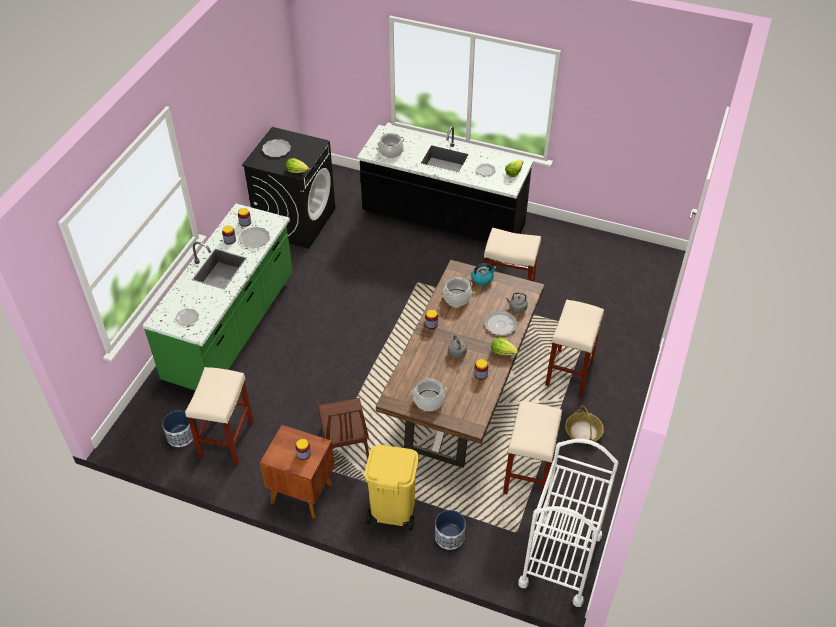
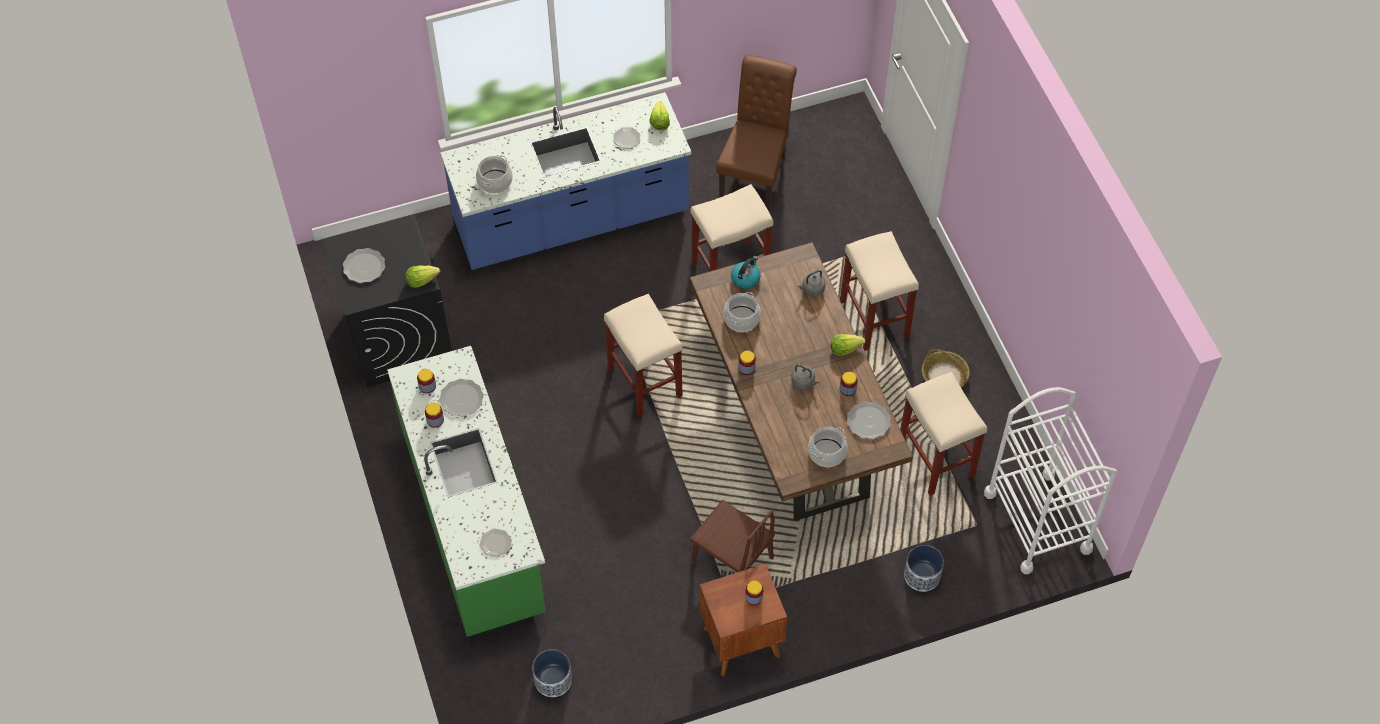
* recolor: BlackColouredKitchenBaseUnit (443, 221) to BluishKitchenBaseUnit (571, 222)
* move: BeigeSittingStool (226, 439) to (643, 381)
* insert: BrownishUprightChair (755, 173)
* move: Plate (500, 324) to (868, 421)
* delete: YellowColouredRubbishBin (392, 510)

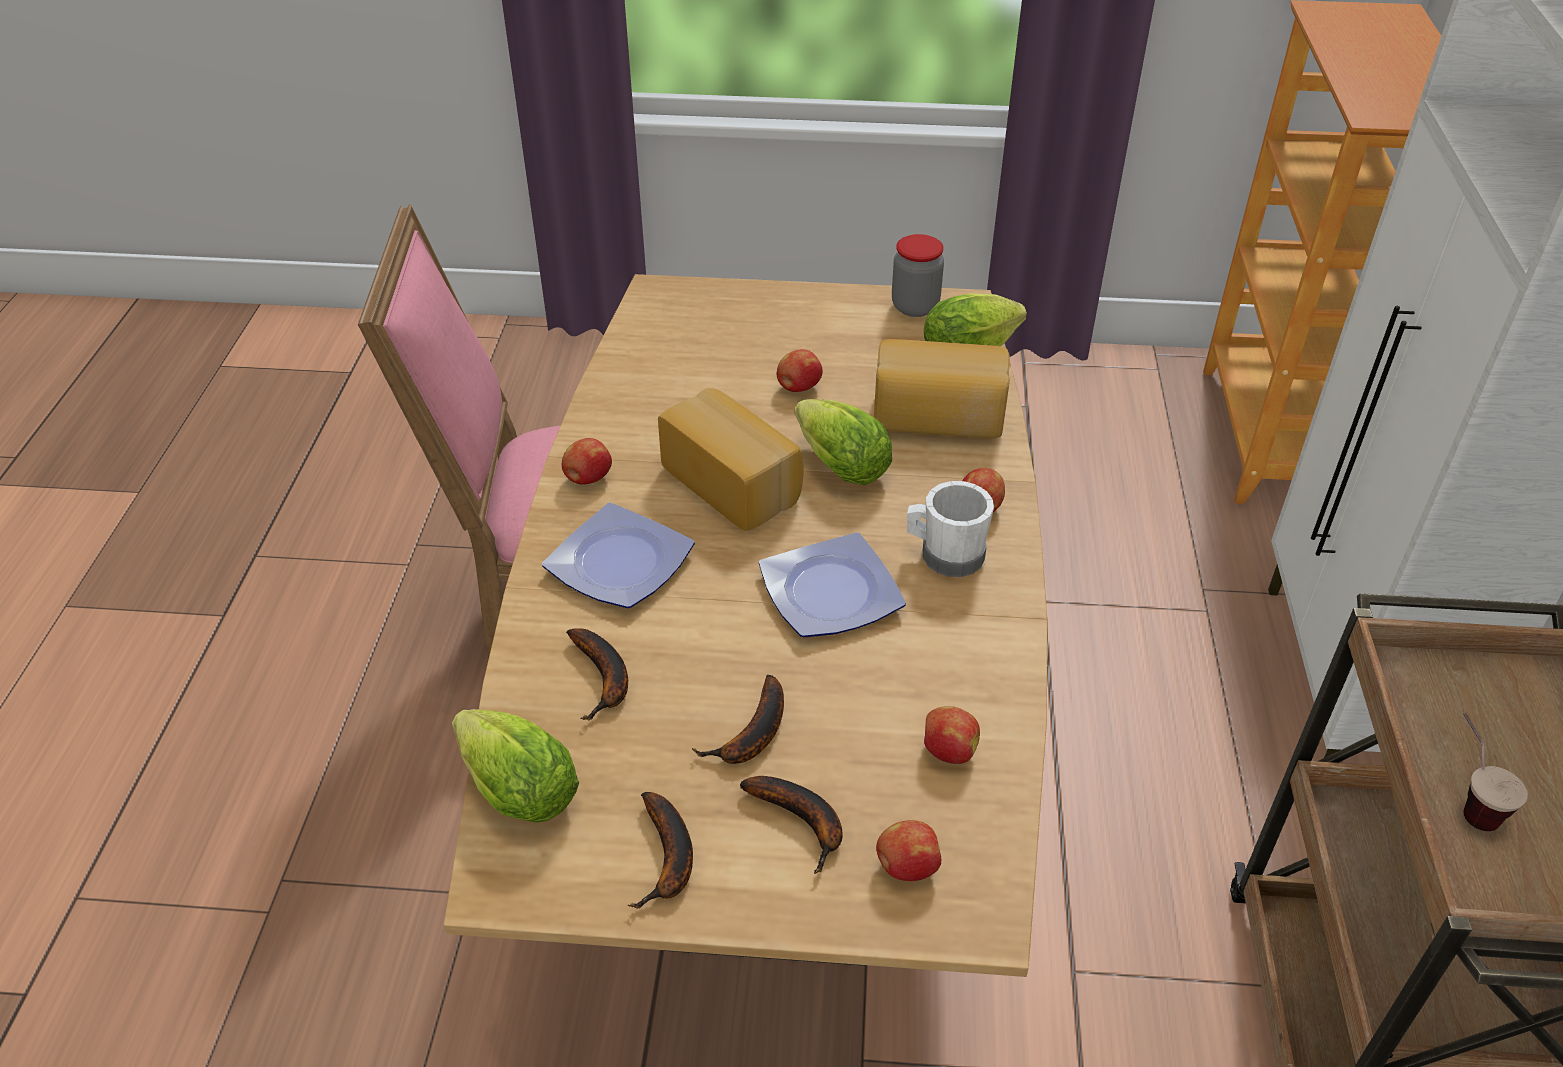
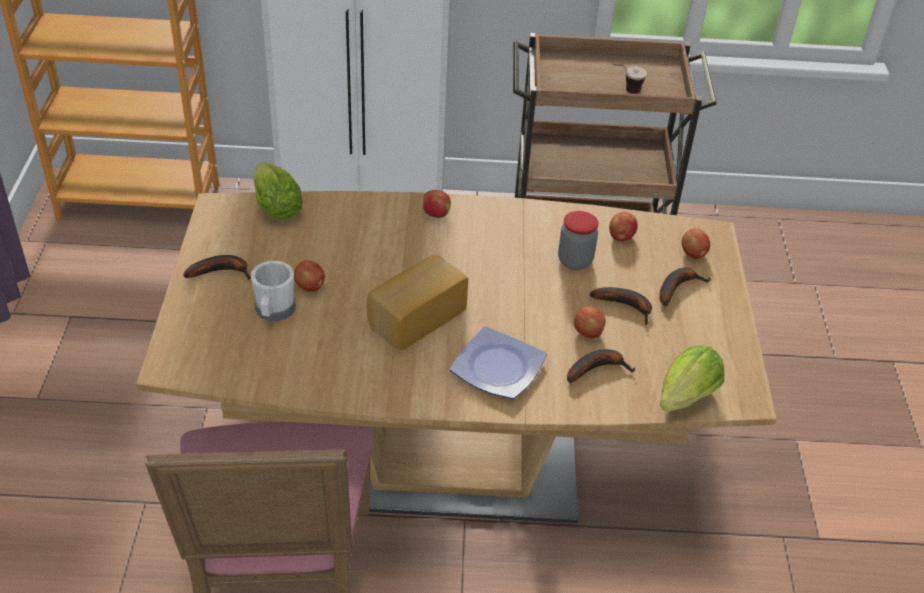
* move: Banana (668, 859) to (222, 271)
* move: WhiteMug (945, 555) to (274, 312)
* move: PreserveJar (915, 306) to (575, 261)
* move: AppleFruit (587, 478) to (588, 333)
* delete: Plate (832, 591)
* delete: LettuceHead (836, 464)
* delete: BakeryBread (938, 419)

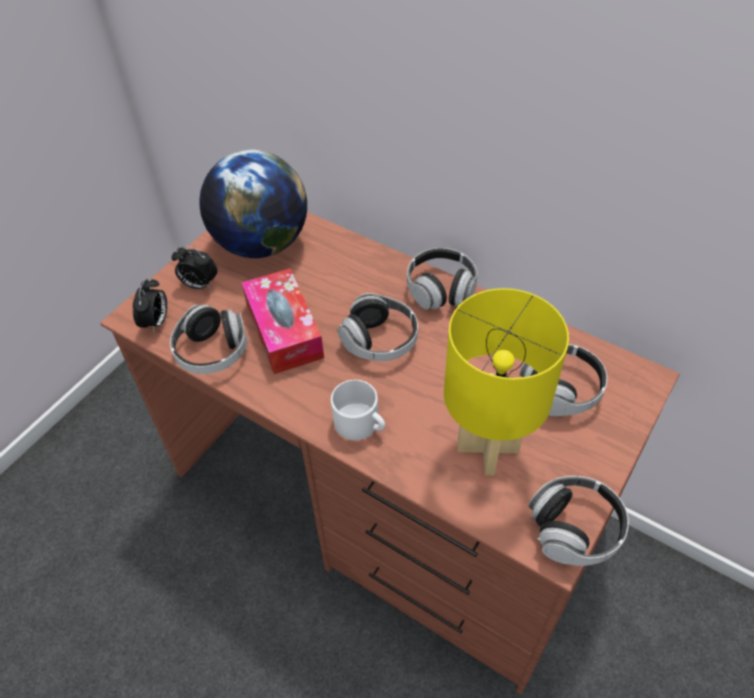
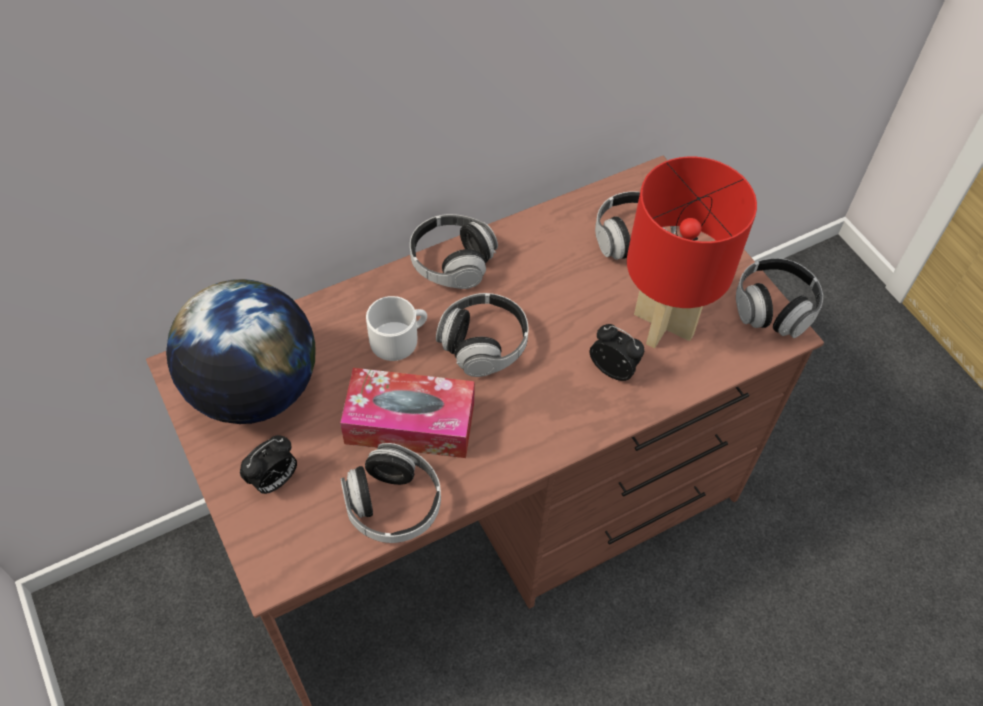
* move: WhiteMug (361, 424) to (399, 338)
* move: AlarmClock (156, 322) to (614, 369)
* recolor: YellowColouredTableLamp (486, 449) to RedColouredTableLamp (663, 325)

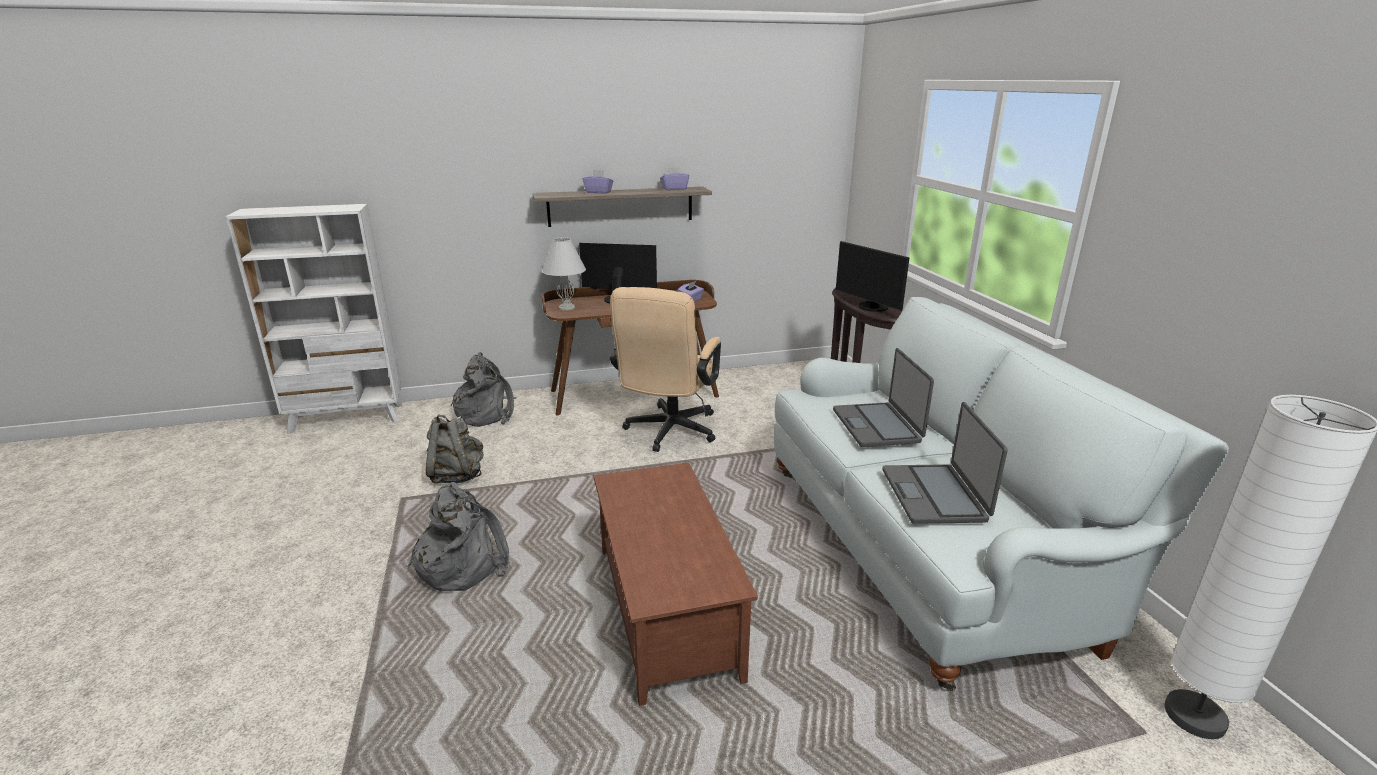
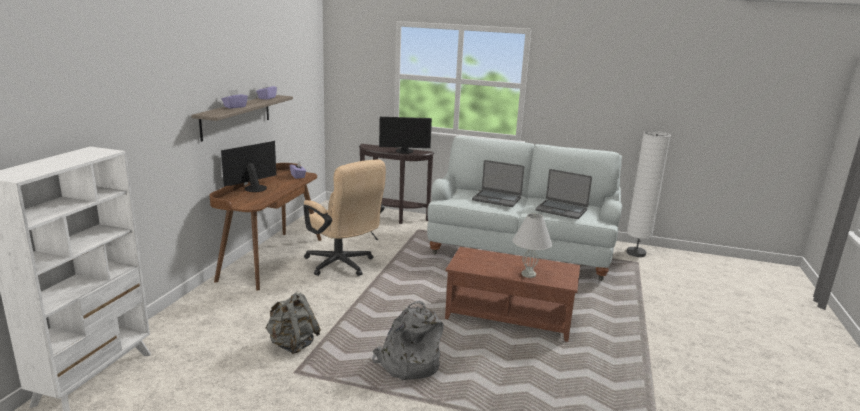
* move: WhiteTableLamp (567, 308) to (528, 274)
* delete: GreyKnapsack (487, 413)

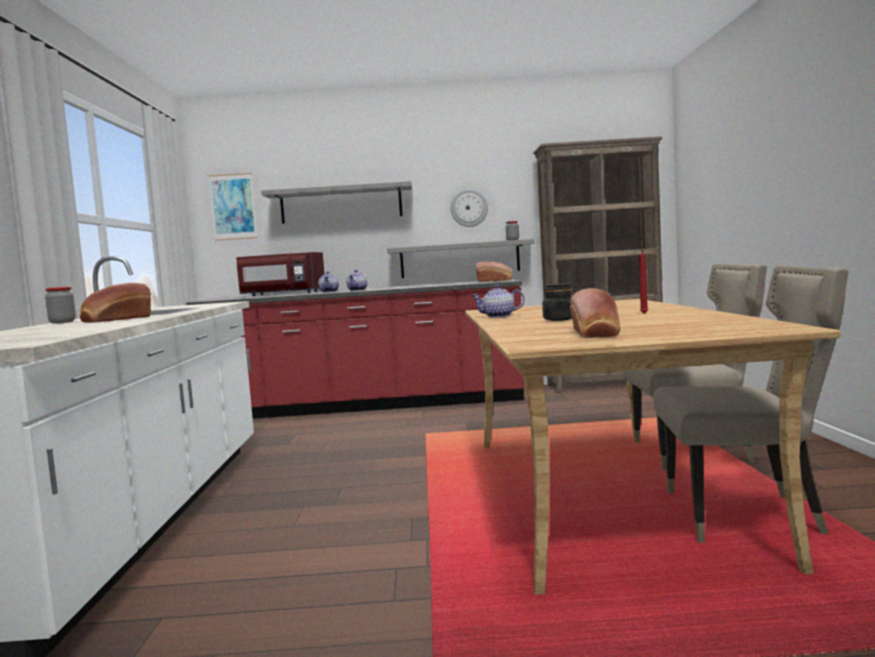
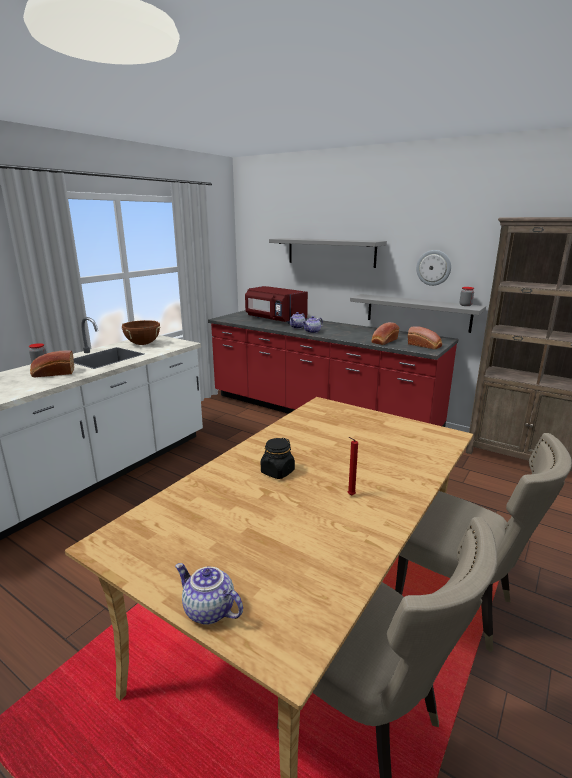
* insert: BrownishStockpot (143, 344)
* move: Teapot (498, 316) to (208, 611)
* move: BakeryBread (595, 333) to (384, 341)
* delete: Picture (233, 207)

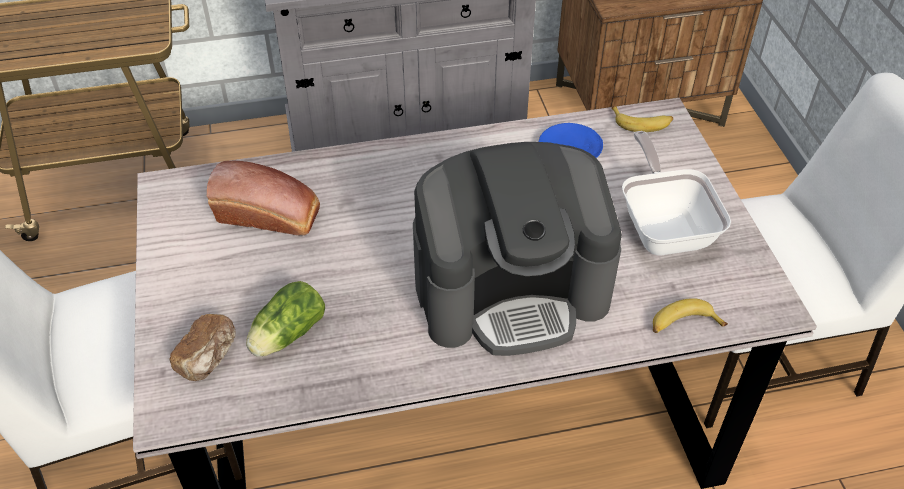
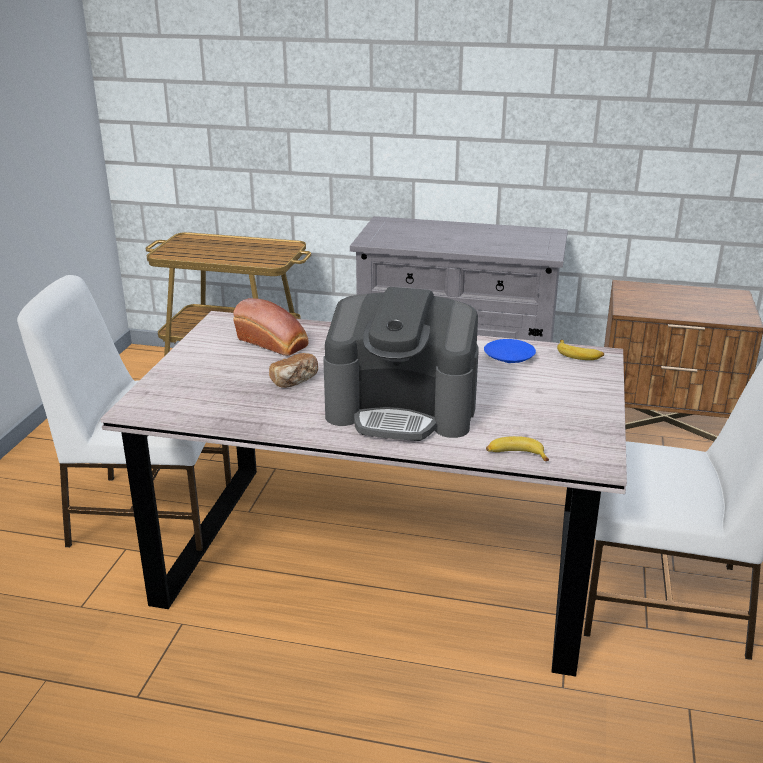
* move: BakeryBread (209, 358) to (295, 381)
* delete: LettuceHead (285, 335)
* delete: FryingPan (664, 227)

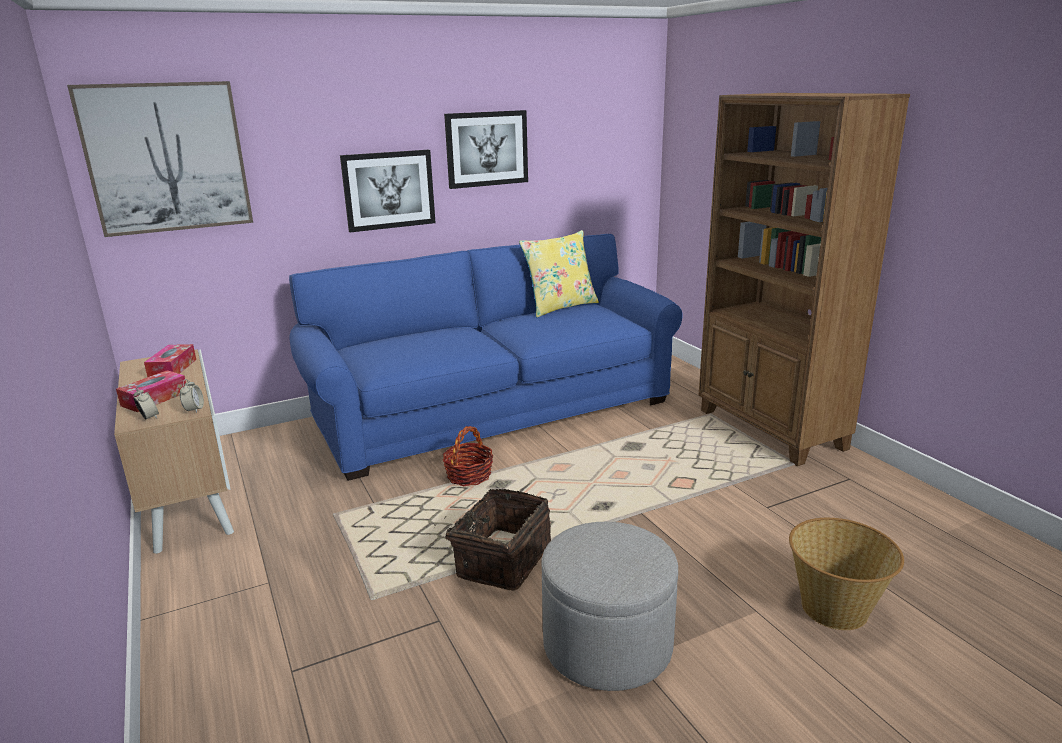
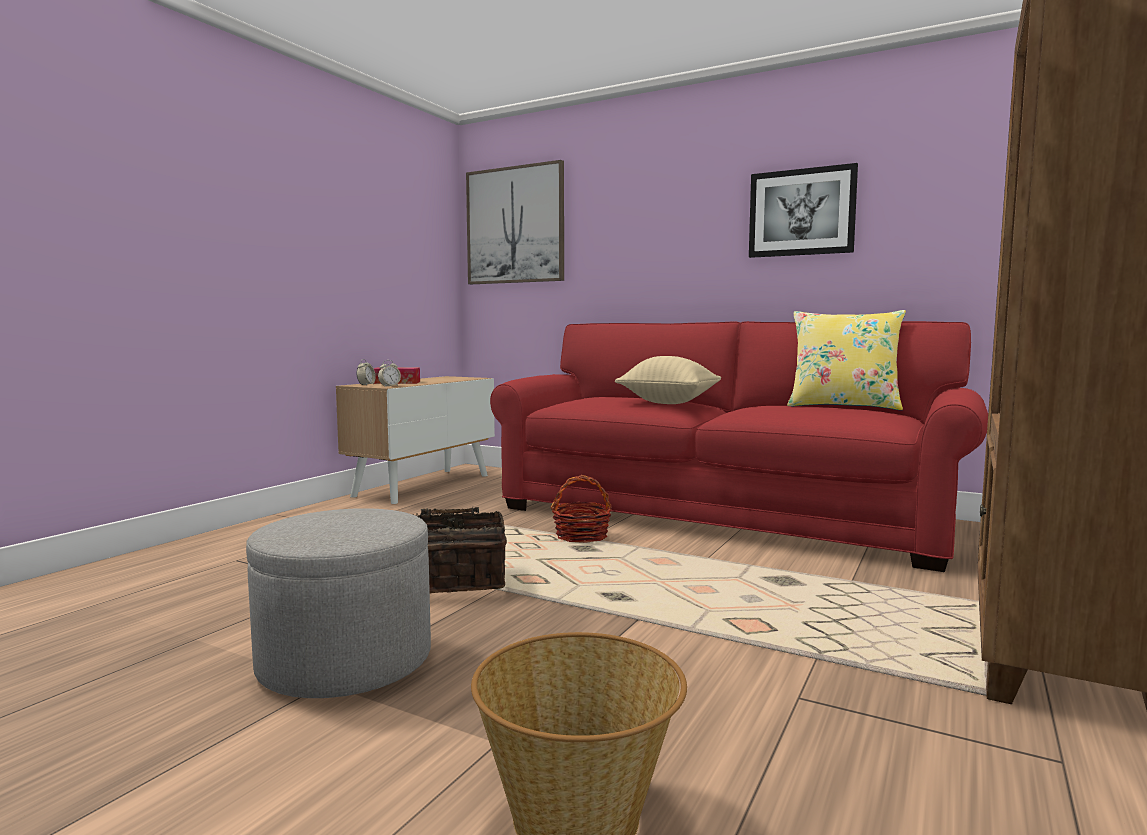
* recolor: BluishCouch (493, 411) to RedColouredCouch (720, 515)
* insert: BeigePillow (669, 403)
* delete: TissueBox (172, 368)
* delete: Picture (388, 190)

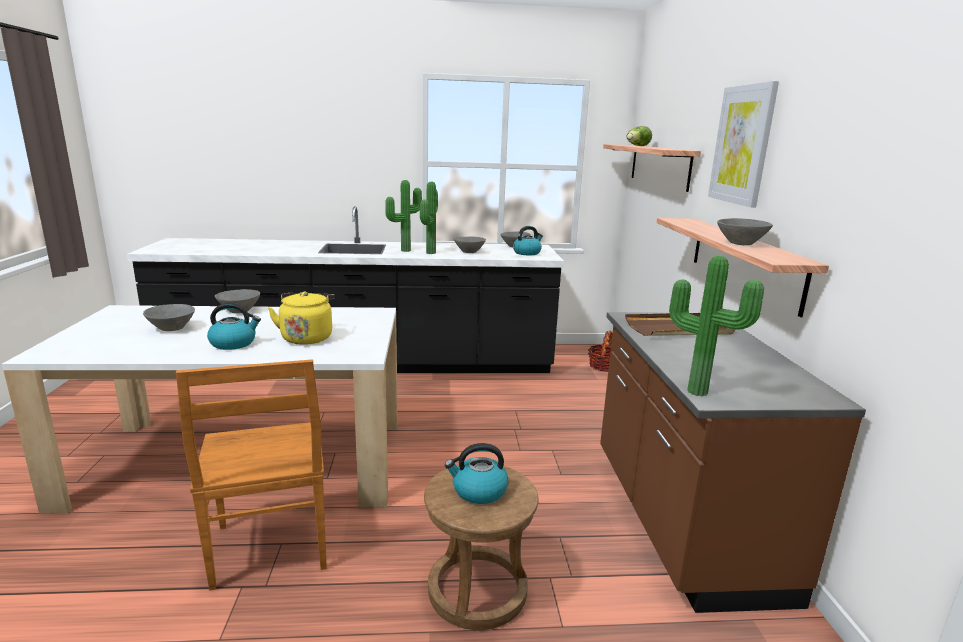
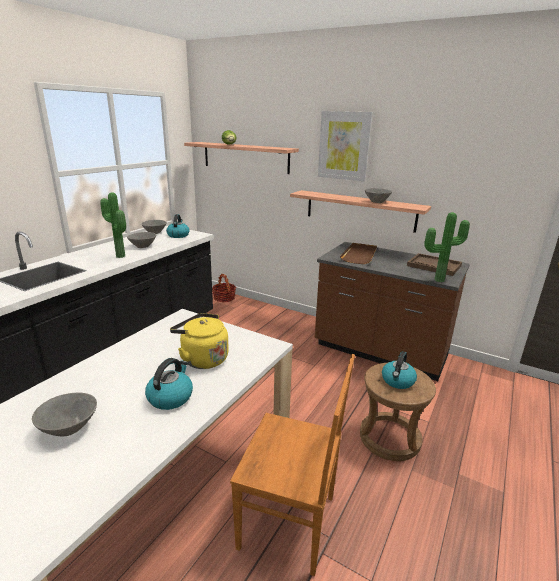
* insert: BrownishTray (433, 266)
* delete: GreyServingBowl (239, 311)
* delete: PlantInAPot (404, 250)

